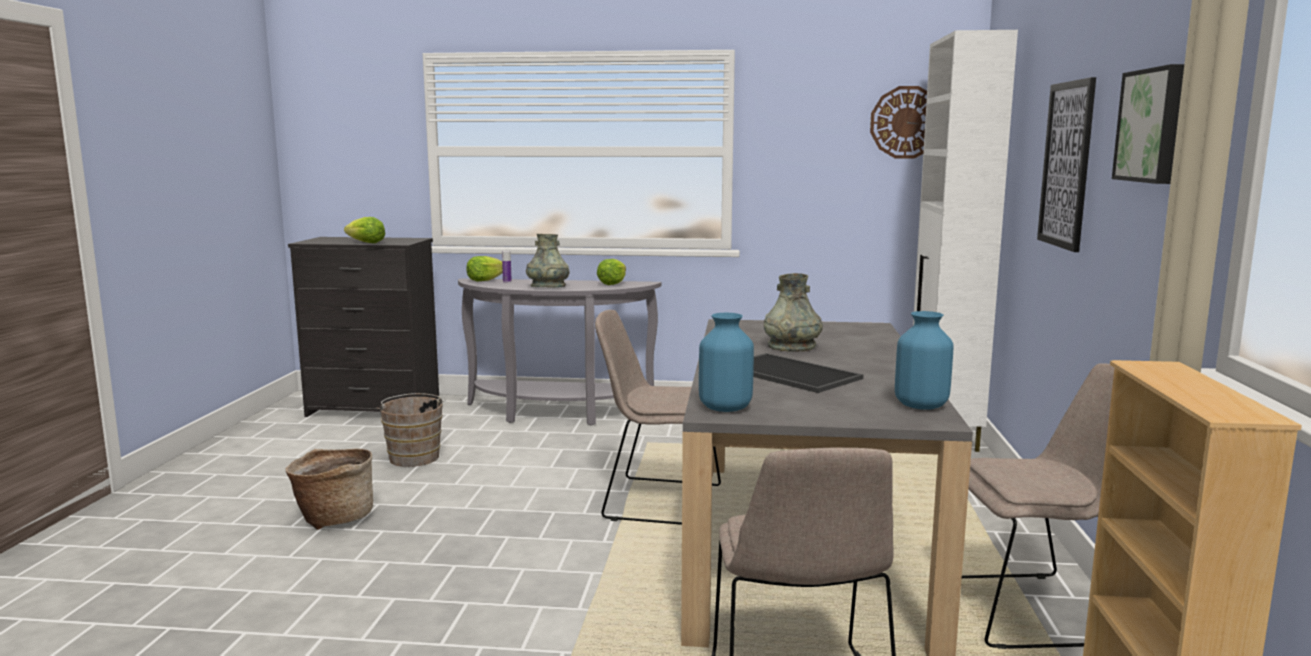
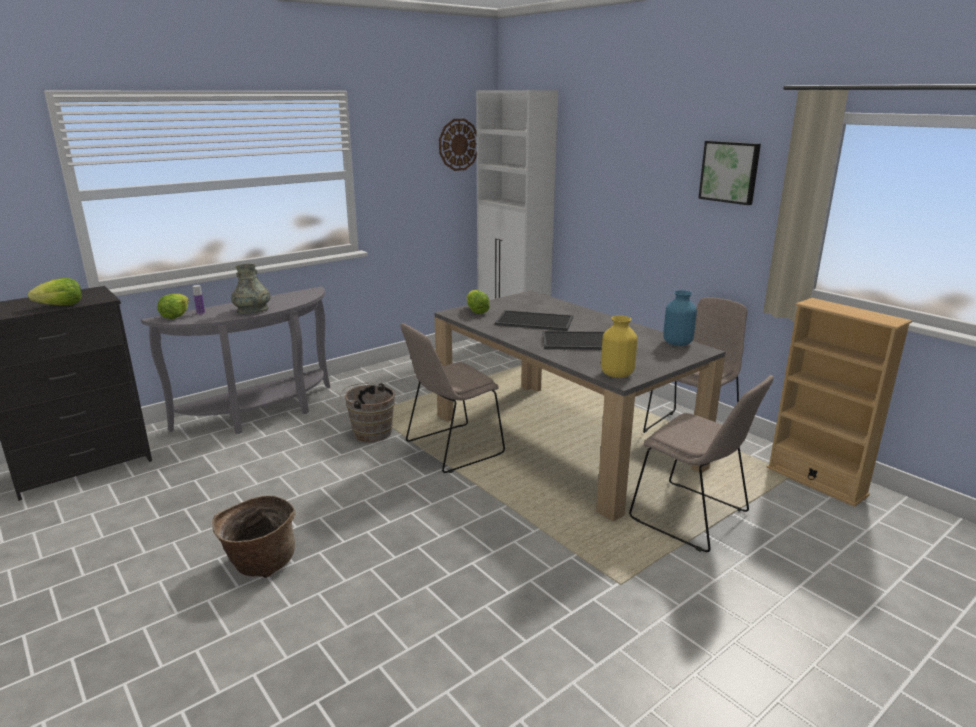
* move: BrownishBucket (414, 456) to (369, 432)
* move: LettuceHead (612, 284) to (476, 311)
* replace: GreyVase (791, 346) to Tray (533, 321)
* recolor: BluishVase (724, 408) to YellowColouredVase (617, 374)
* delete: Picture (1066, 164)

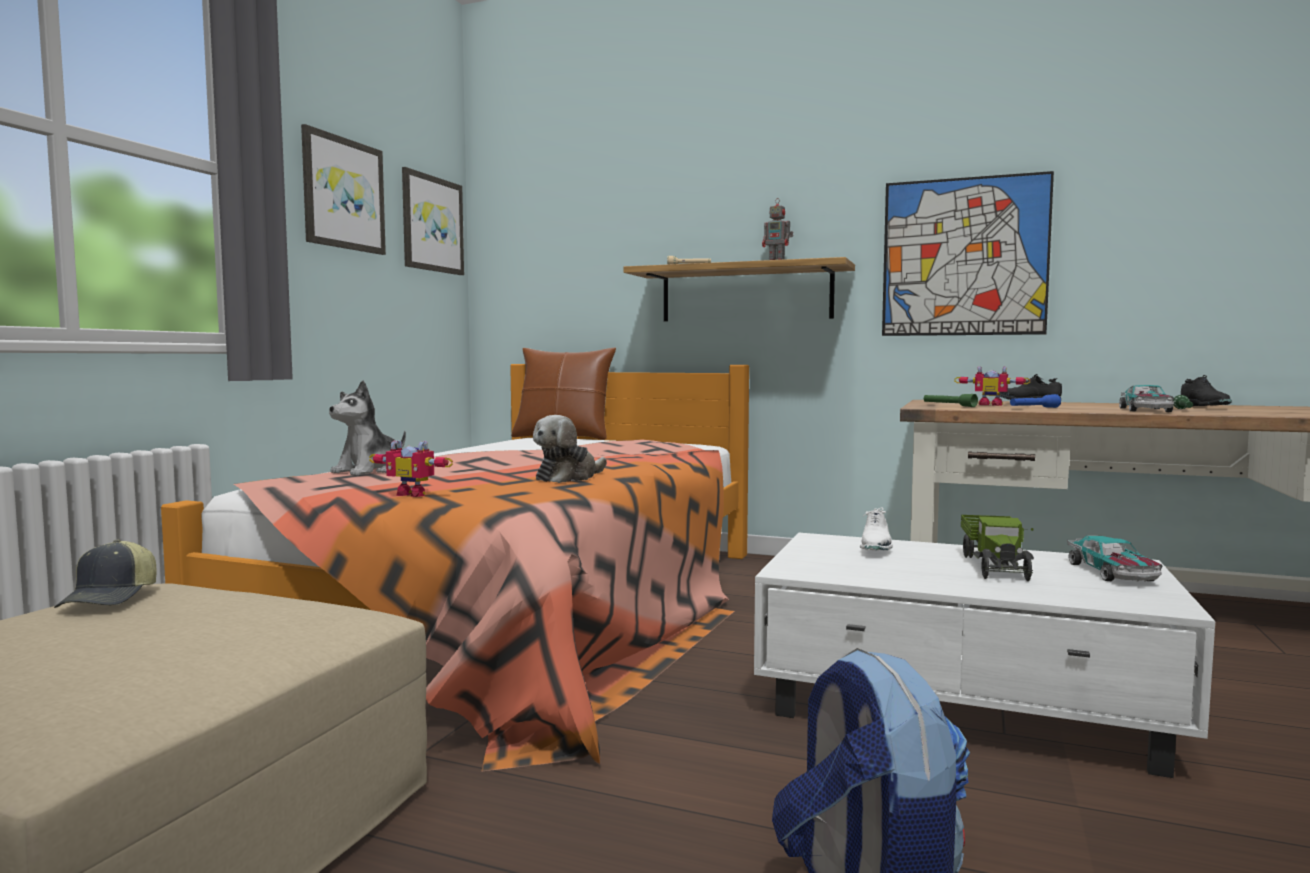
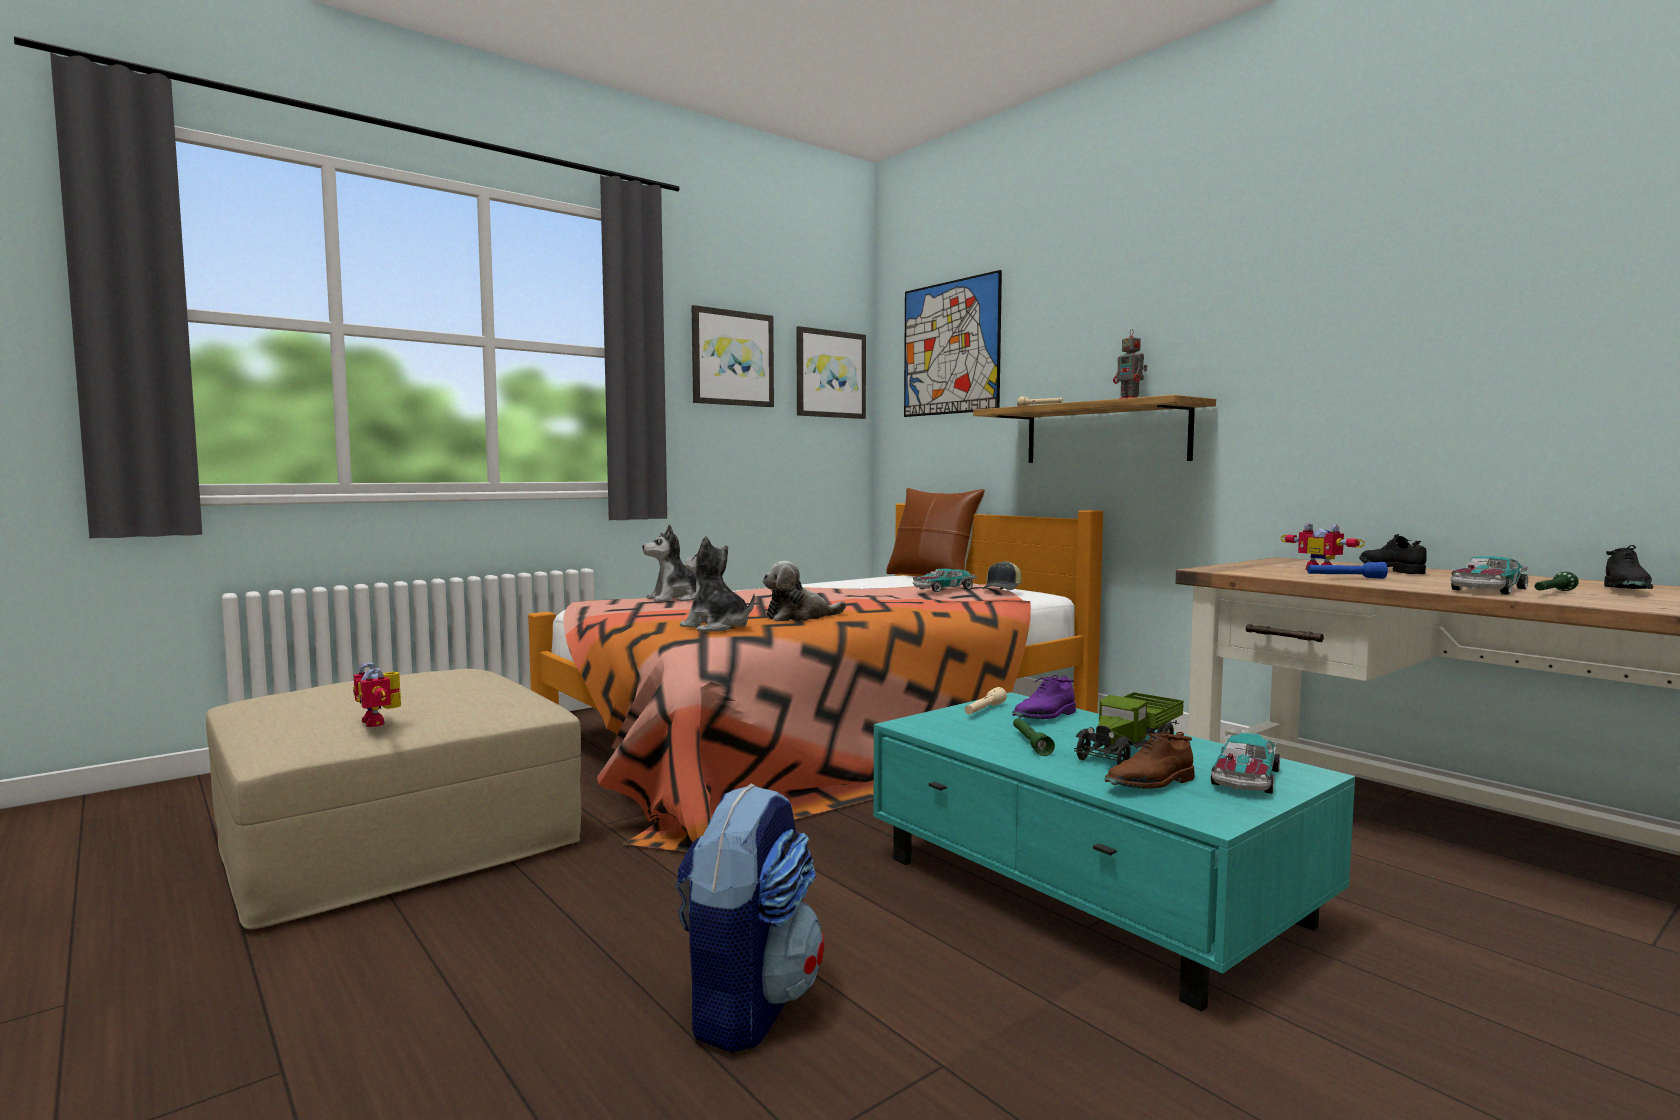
* move: ToyRobot (414, 494) to (380, 721)
* insert: SoftToy (716, 627)
* recolor: WhiteLoungeTable (963, 703) to BlueGreenLoungeTable (1090, 893)
* move: Picture (964, 257) to (950, 348)
* insert: ToyCar (943, 589)
* insert: BeigeHandTorch (984, 710)
* move: Cap (112, 598) to (1003, 589)
* recolor: WhiteShoe (876, 549) to PurpleColouredShoe (1045, 717)
* move: GreenHandTorch (949, 406) to (1030, 743)
* insert: BrownishShoe (1150, 785)

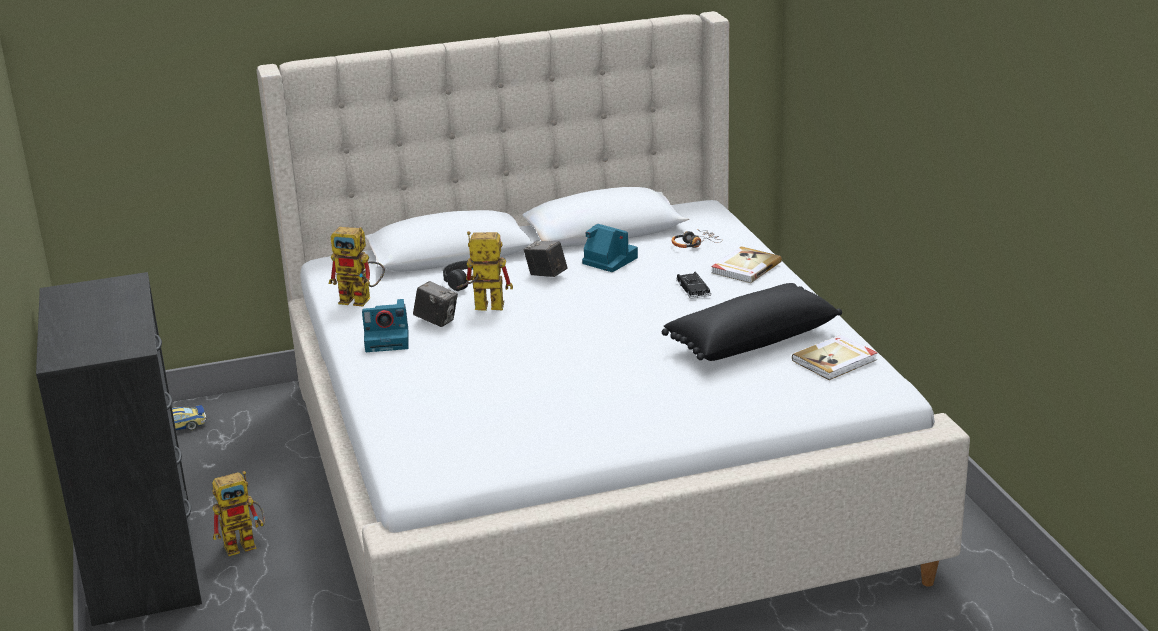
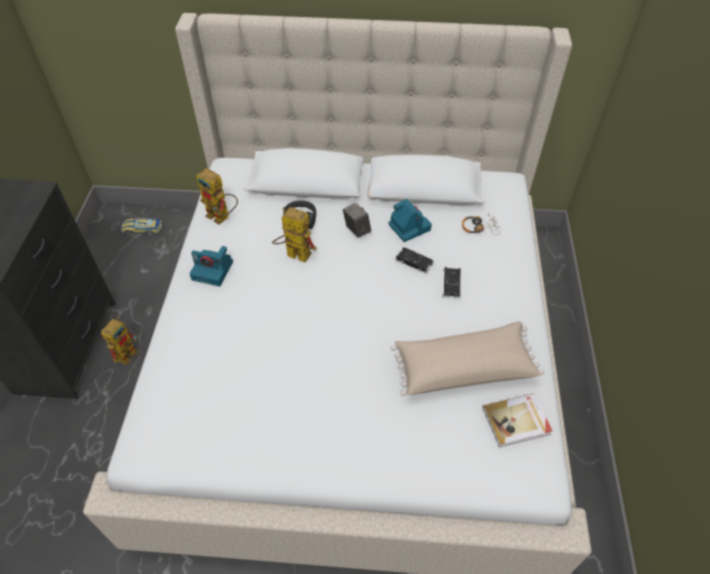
* rotate: ToyRobot (246, 543) = (128, 351) 60 degrees counterclockwise
* recolor: BlackColouredPillow (750, 340) to BeigePillow (463, 367)
* insert: BlackColouredToyCar (414, 262)
* delete: StillCamera (436, 321)
* delete: Book (745, 267)

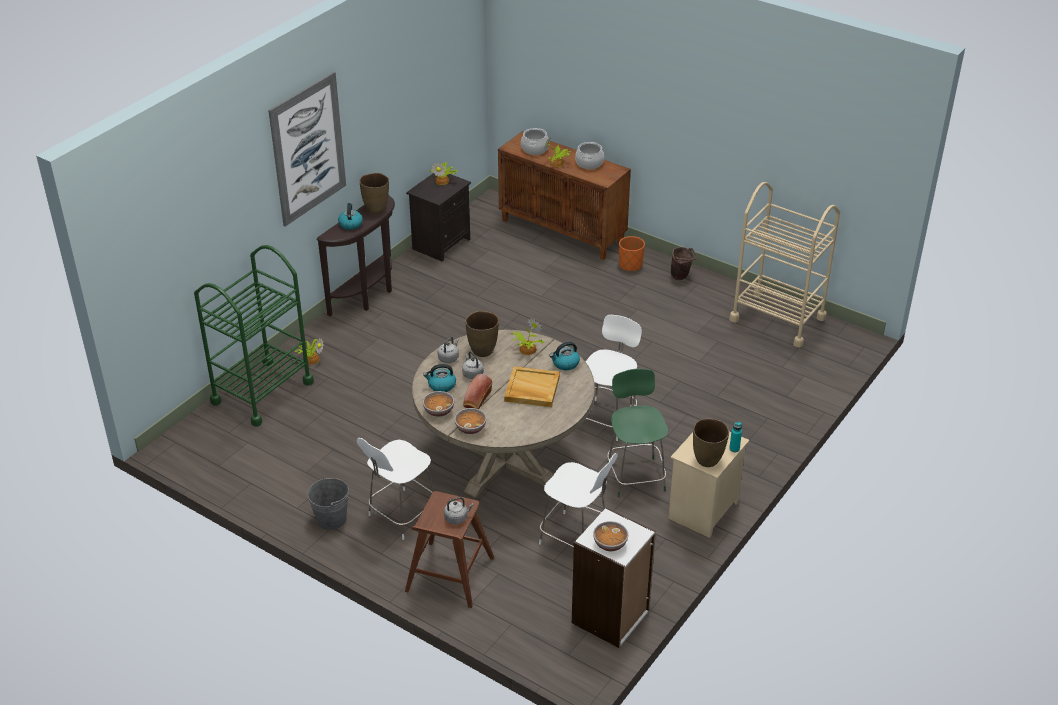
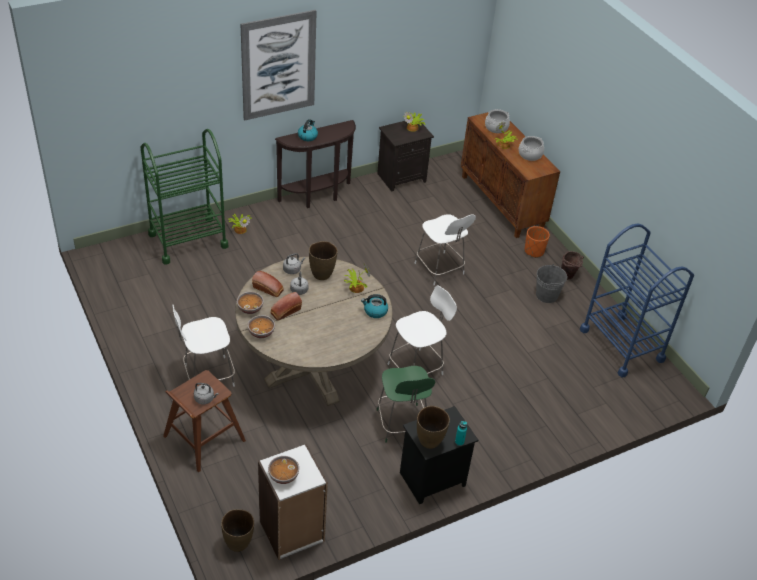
* move: BrownishVase (376, 209) to (238, 543)
* replace: Kettle (441, 385) to BakeryBread (269, 289)
* rotate: GreenUprightChair (635, 475) = (402, 425) 150 degrees clockwise
* recolor: BeigeNightTable (704, 511) to BlackColouredNightTable (432, 480)
* move: WhiteUprightChair (575, 538) to (440, 270)
* move: GreyBucket (331, 519) to (546, 295)
* recolor: BeigeTrolley (777, 319) to BluishTrolley (621, 345)
* delete: BeigeTray (531, 389)

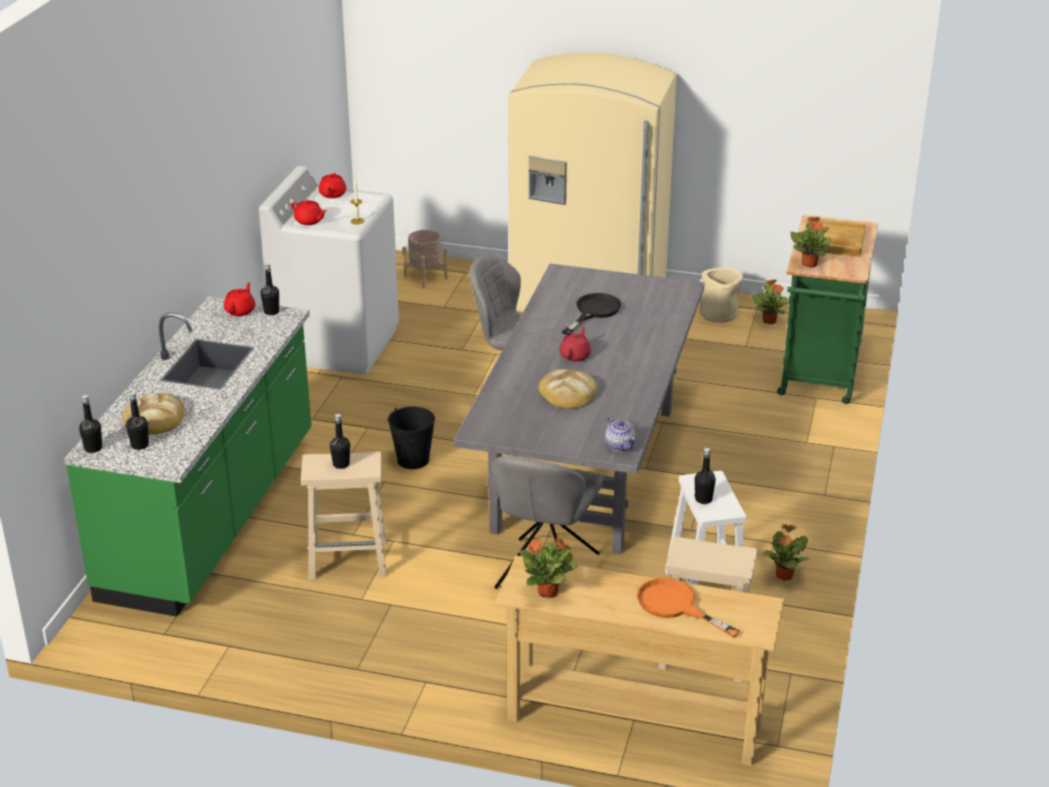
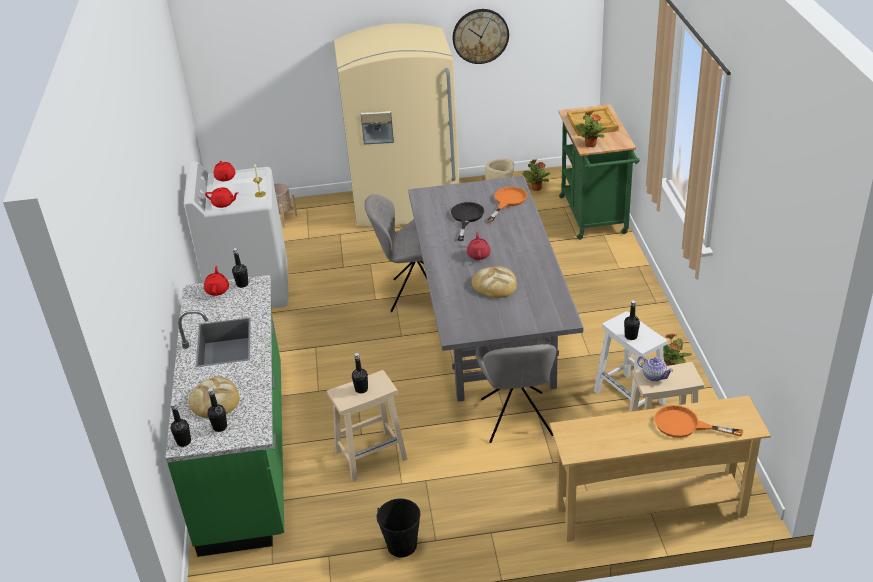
* move: BlackColouredBucket (413, 460) to (402, 545)
* insert: ClockOnTheWall (480, 36)
* insert: OrangeyFryingPan (507, 201)
* move: Teapot (620, 446) to (654, 376)
* delete: PlantInAPot (548, 592)

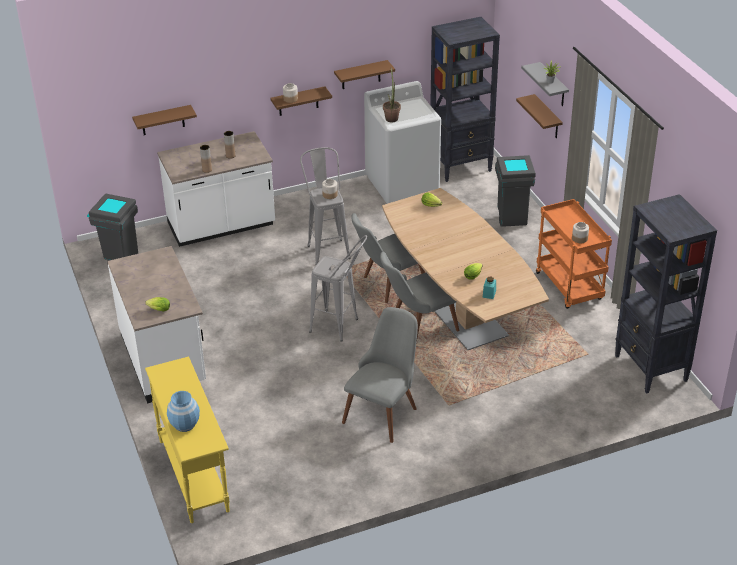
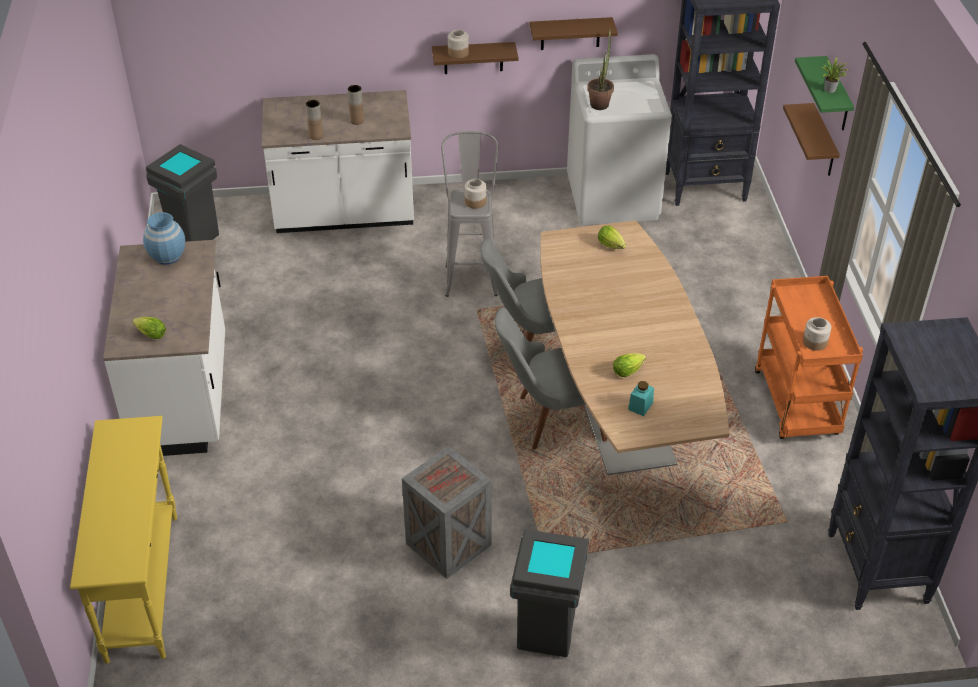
* move: BluishVase (184, 424) to (167, 256)
* replace: GreyUprightChair (384, 409) to PackingCrate (450, 544)
* move: GreyRubbishBin (511, 218) to (546, 632)
* recolor: GreyShelf (553, 85) to GreenShelf (837, 96)
* delete: BrownishShelf (163, 120)
* delete: GreySittingStool (341, 327)

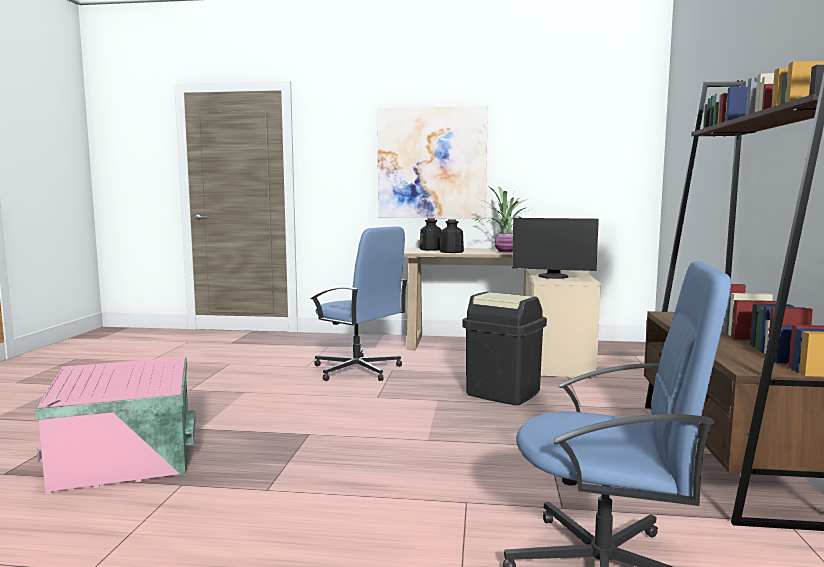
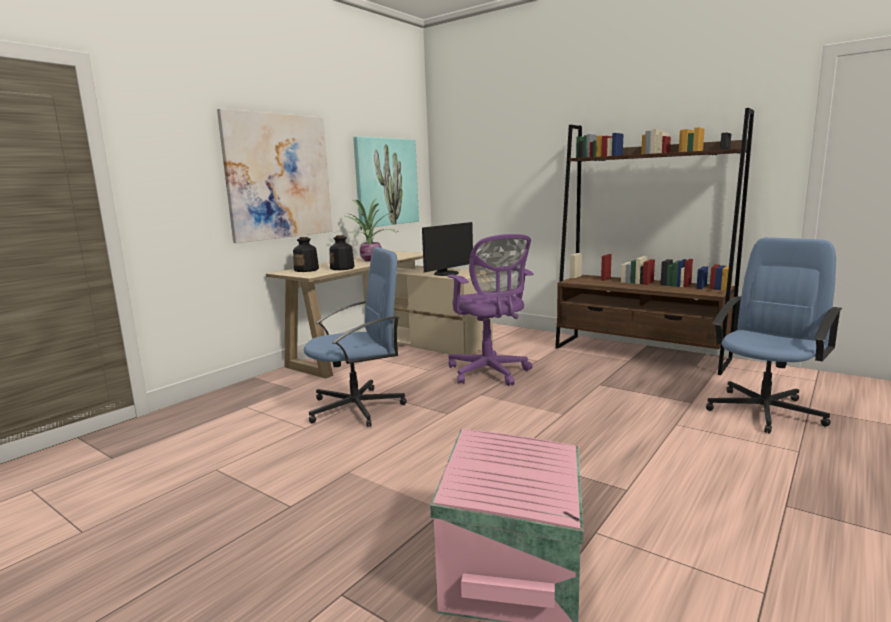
* insert: Picture (386, 182)
* replace: BlackColouredRubbishBin (502, 393) to PurpleColouredDeskChair (489, 373)

